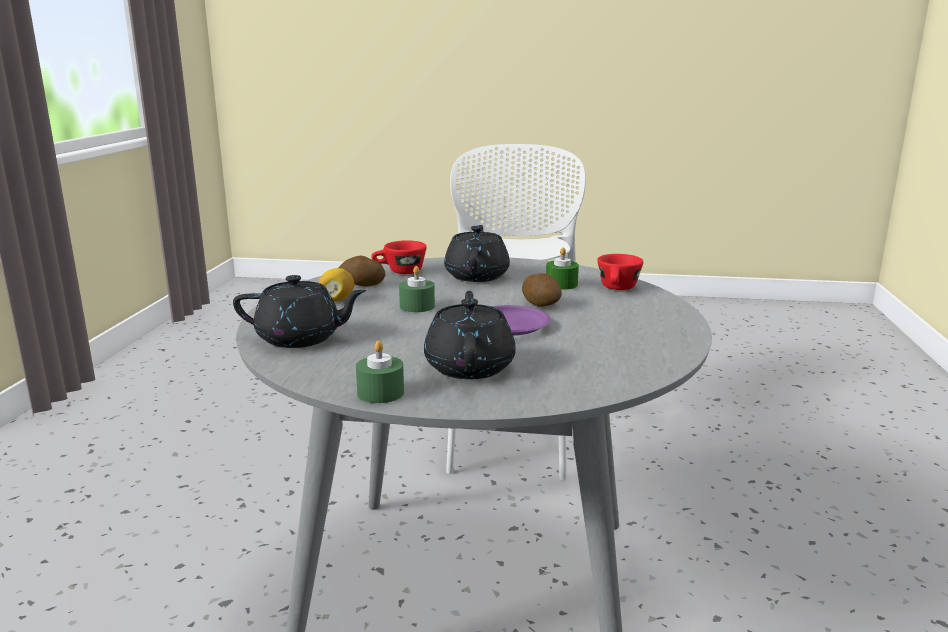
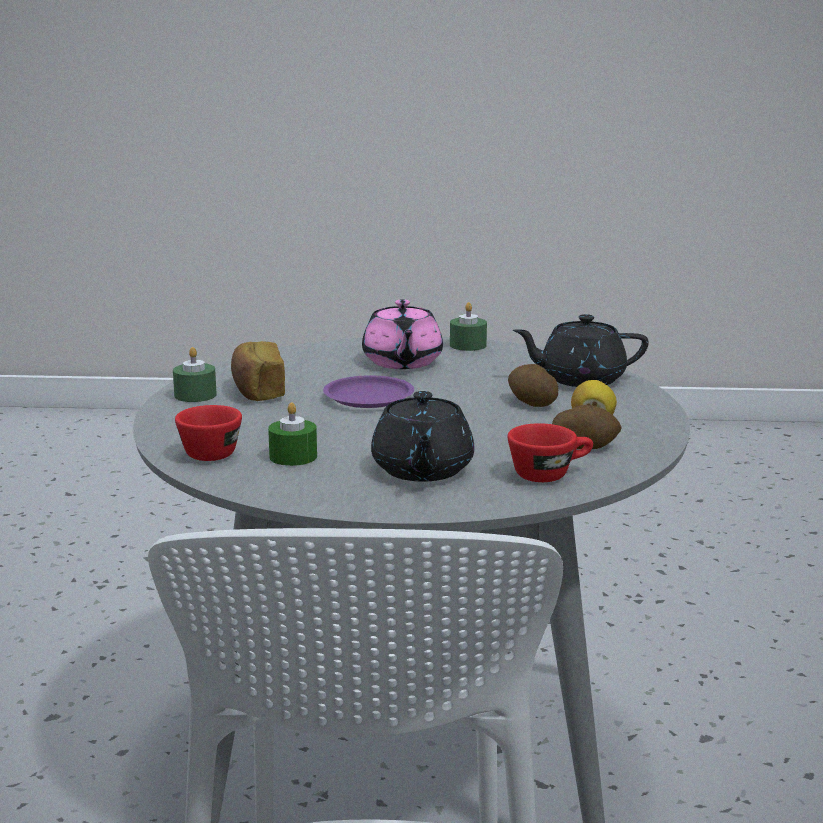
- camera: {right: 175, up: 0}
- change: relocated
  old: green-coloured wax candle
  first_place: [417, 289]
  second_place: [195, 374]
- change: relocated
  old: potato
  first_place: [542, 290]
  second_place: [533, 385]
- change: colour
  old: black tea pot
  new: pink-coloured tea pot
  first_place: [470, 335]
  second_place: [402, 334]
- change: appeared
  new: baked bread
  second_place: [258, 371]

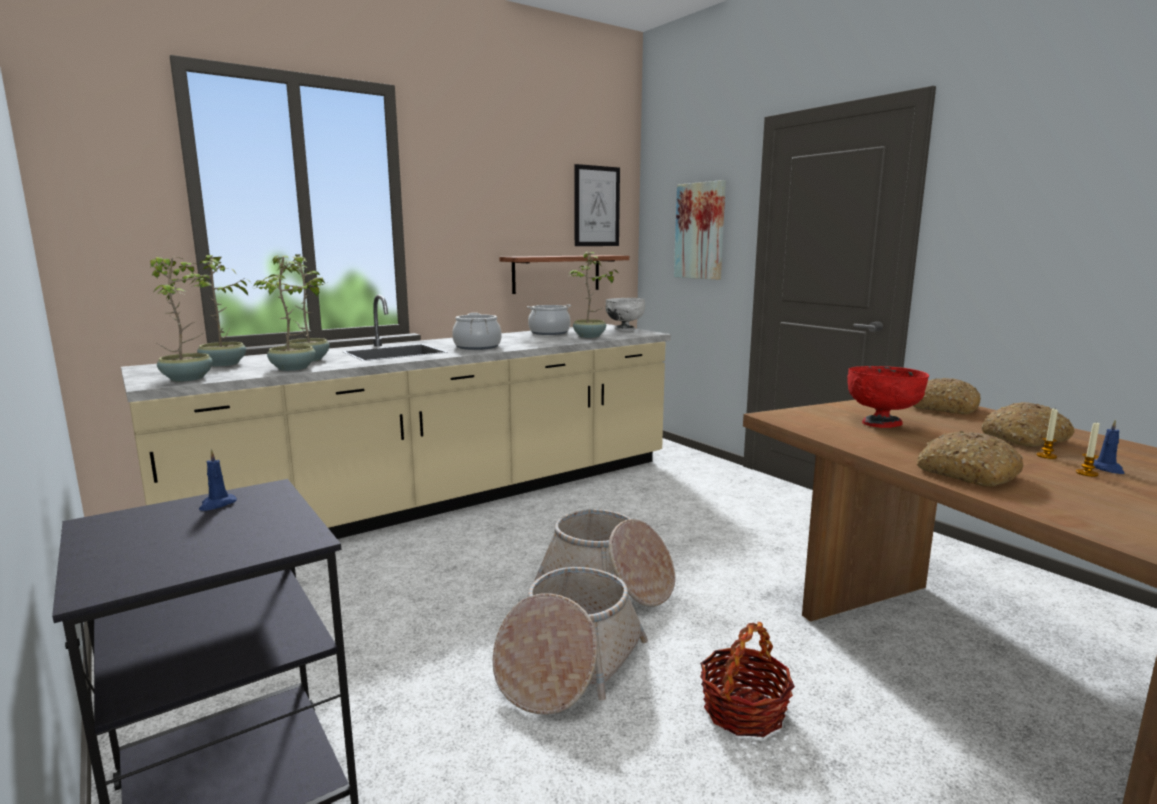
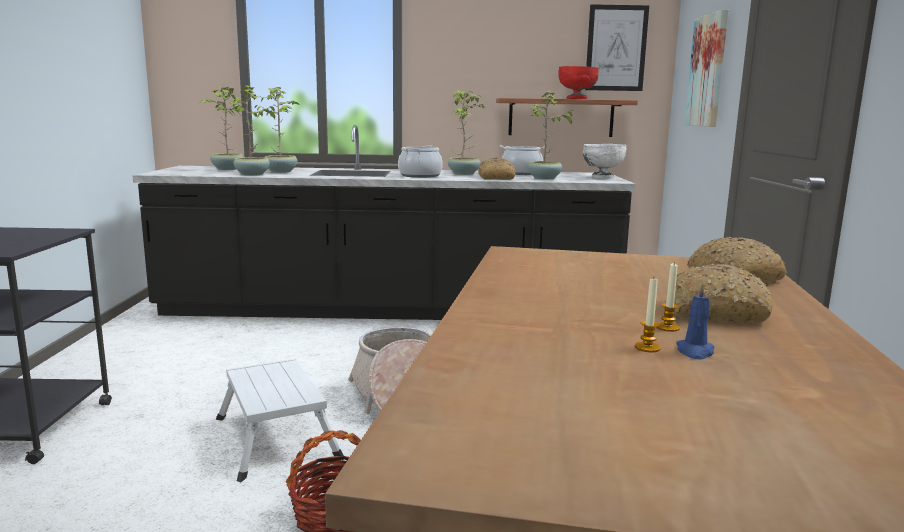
- camera: {right: 35, up: 0}
- change: relocated
  old: plant in a pot
  first_place: [181, 319]
  second_place: [466, 132]
- change: colour
  old: sand-coloured counter
  new: black counter
  first_place: [396, 417]
  second_place: [384, 222]
- change: relocated
  old: reddish deep dish
  first_place: [888, 397]
  second_place: [578, 82]
- change: relocated
  old: baked bread
  first_place: [970, 459]
  second_place: [497, 169]
- change: missing
  old: blue-coloured wax candle
  first_place: [218, 480]
- change: exchanged
  old: household basket
  new: white step ladder
  first_place: [570, 641]
  second_place: [279, 420]

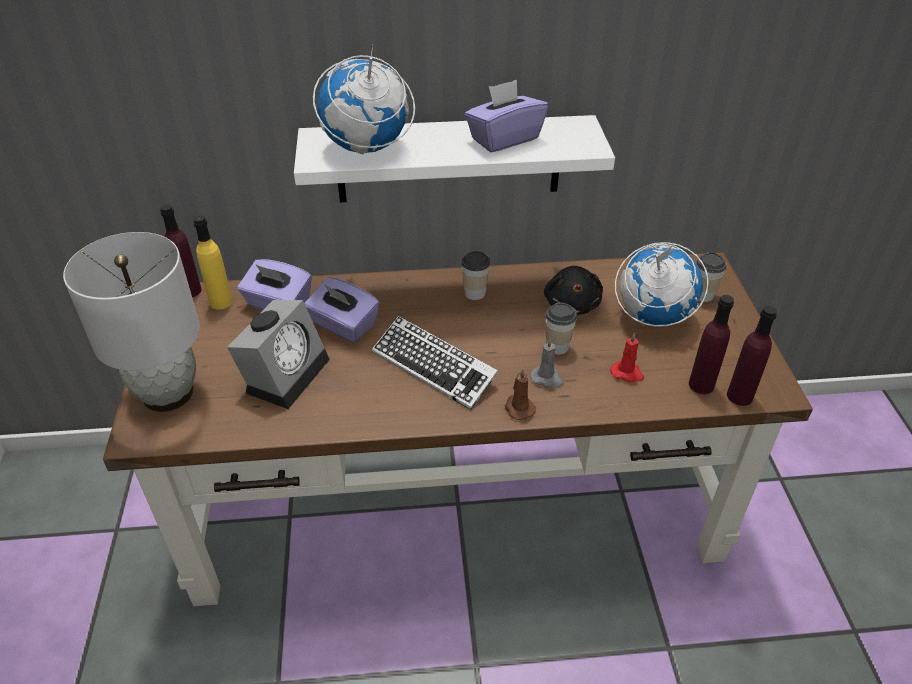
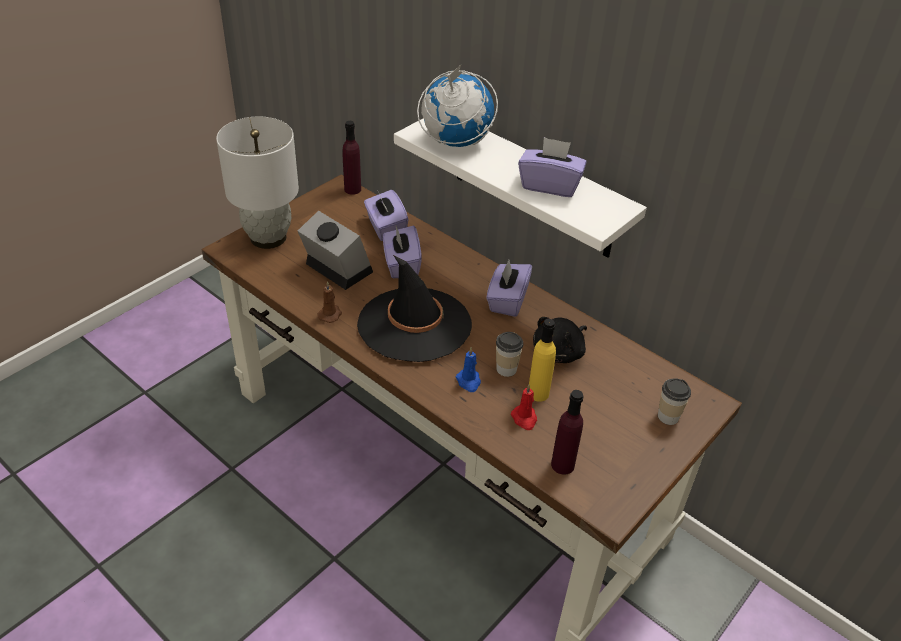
- camera: {right: 45, up: 0}
- change: relocated
  old: yellow beverage bottle
  first_place: [212, 262]
  second_place: [542, 360]
- change: missing
  old: globe
  first_place: [662, 284]
- change: exchanged
  old: drinking cup
  new: purple box of tissues
  first_place: [475, 275]
  second_place: [509, 288]
- change: spun
  old: bedside clock
  first_place: [278, 354]
  second_place: [335, 250]
  degrees: -120
- change: missing
  old: purple beverage bottle
  first_place: [752, 356]
- change: exchanged
  old: PC keyboard
  new: black clothing hat
  first_place: [435, 363]
  second_place: [414, 308]
- change: colour
  old: gray wax candle
  new: blue-coloured wax candle
  first_place: [546, 363]
  second_place: [468, 369]
- change: relocated
  old: brown wax candle
  first_place: [520, 394]
  second_place: [329, 302]

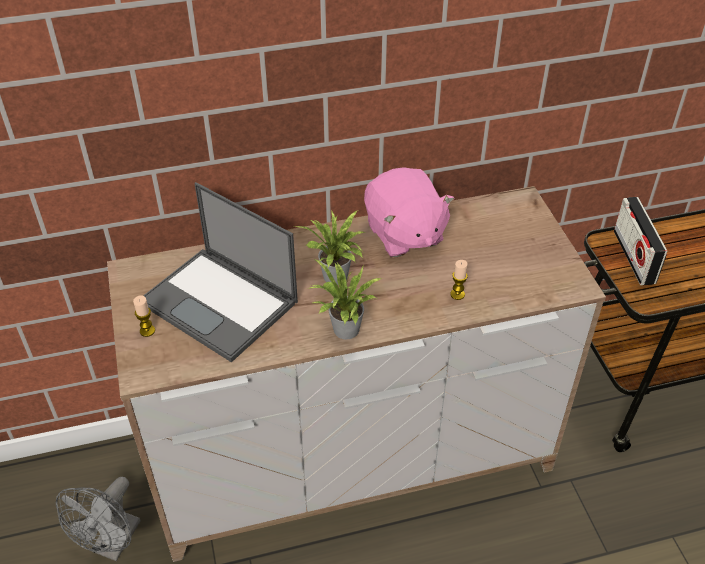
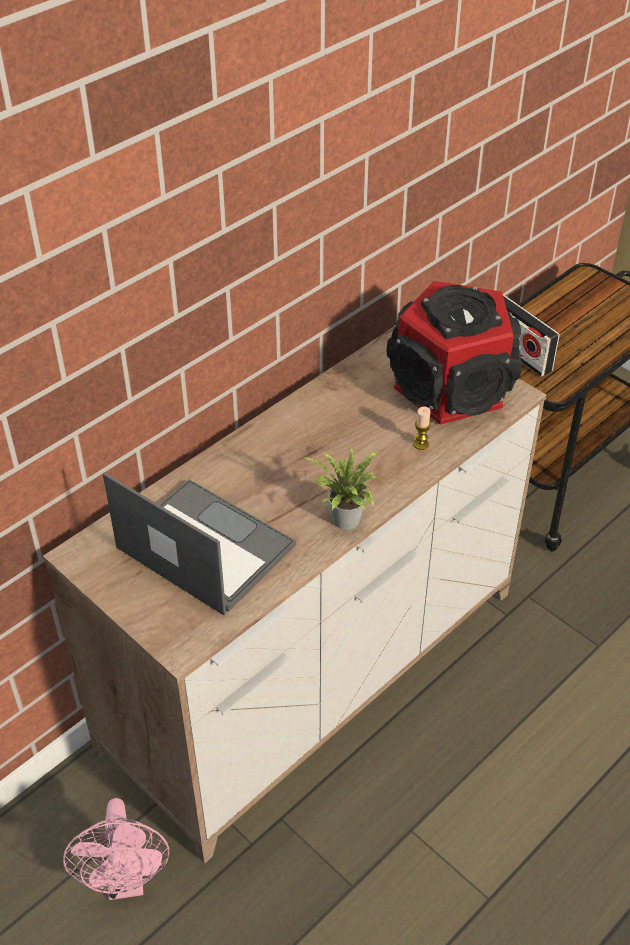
- camera: {right: -30, up: 0}
- change: missing
  old: pink-coloured soft toy
  first_place: [409, 212]
- change: spun
  old: portable computer
  first_place: [220, 272]
  second_place: [199, 544]
  degrees: -150
- change: missing
  old: plant in a pot
  first_place: [329, 247]
- change: missing
  old: wax candle
  first_place: [144, 316]
- change: colour
  old: gray cooling fan
  new: pink-coloured cooling fan
  first_place: [98, 519]
  second_place: [116, 849]
- change: appeared
  new: loudspeaker
  second_place: [454, 353]

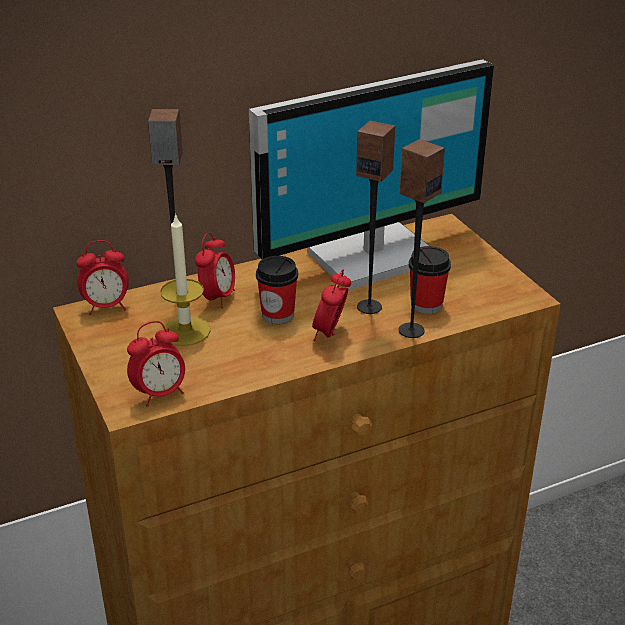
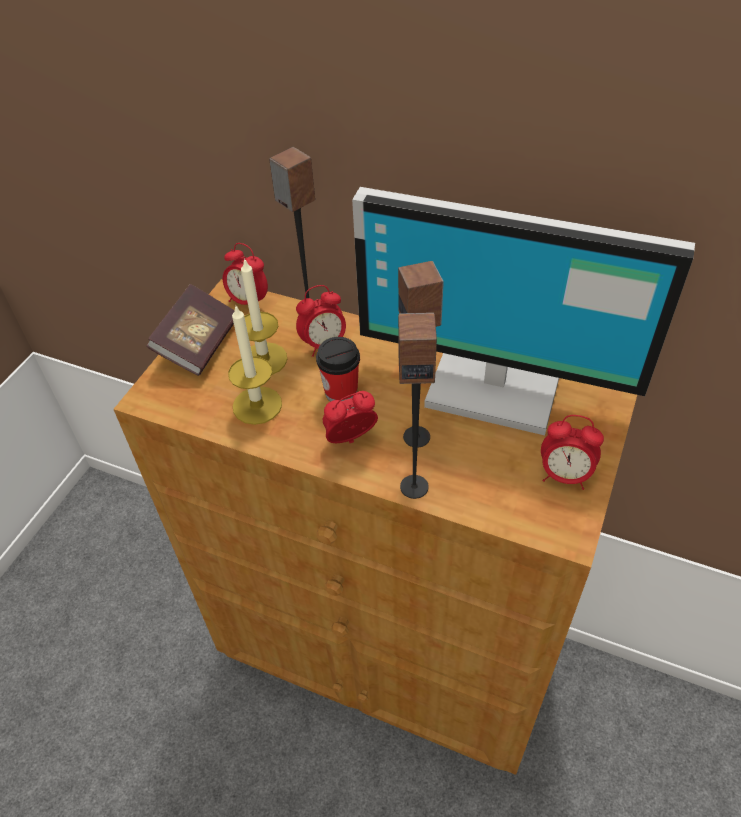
- camera: {right: 50, up: 15}
- change: missing
  old: drinking cup
  first_place: [430, 280]
- change: relocated
  old: bedside clock
  first_place: [156, 364]
  second_place: [572, 452]
- change: appeared
  new: book
  second_place: [190, 330]
- change: appeared
  new: wax candle
  second_place: [255, 364]

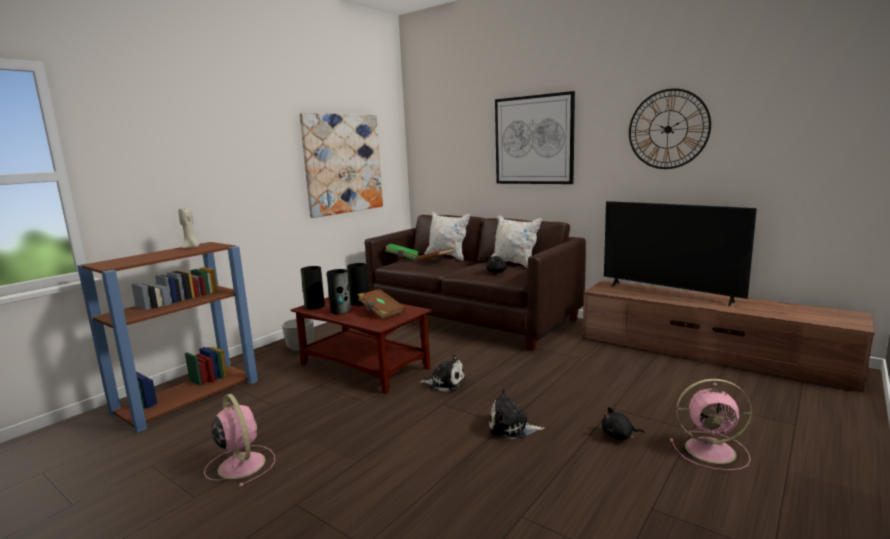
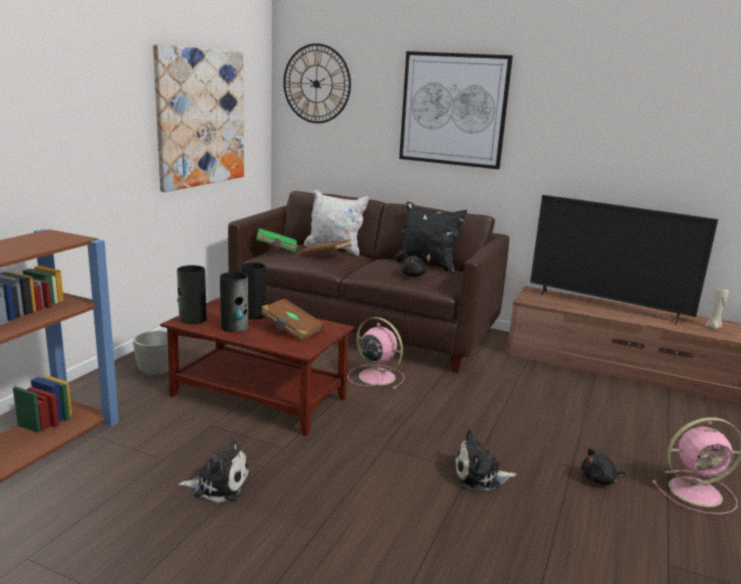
- camera: {right: -15, up: 5}
- change: relocated
  old: hanging clock
  first_place: [670, 128]
  second_place: [317, 83]
- change: relocated
  old: sand-coloured wax candle
  first_place: [188, 227]
  second_place: [716, 308]
- change: colour
  old: white throw pillow
  new: black throw pillow
  first_place: [516, 241]
  second_place: [430, 237]
- change: relocated
  old: soft toy
  first_place: [443, 373]
  second_place: [214, 471]
- change: relocated
  old: pink-coloured cooling fan
  first_place: [239, 440]
  second_place: [376, 353]

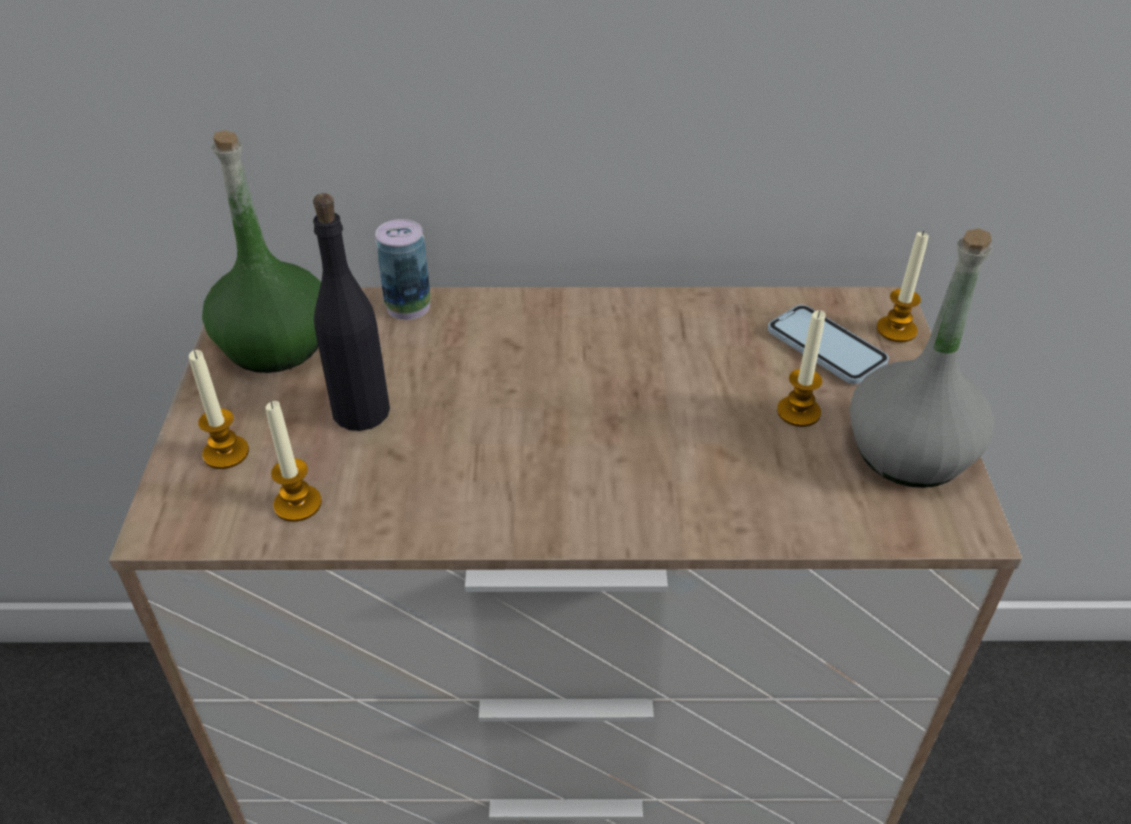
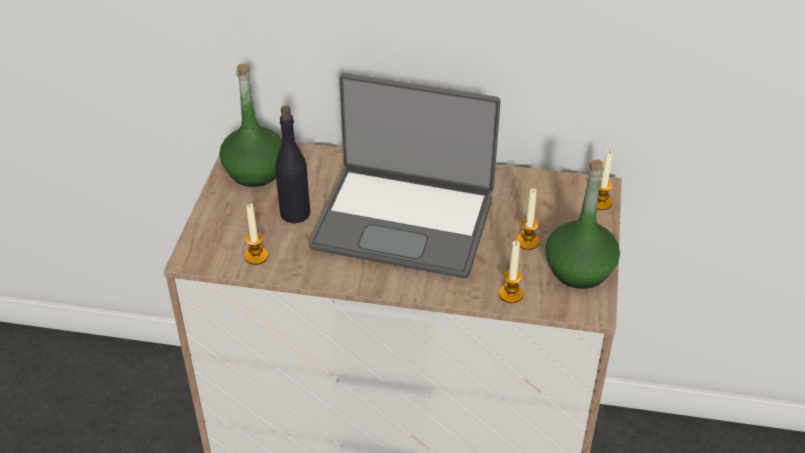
- camera: {right: 10, up: 0}
- change: missing
  old: sealed can
  first_place: [403, 269]
- change: colour
  old: gray beverage bottle
  new: green-coloured beverage bottle
  first_place: [922, 358]
  second_place: [582, 224]
- change: missing
  old: telephone
  first_place: [828, 344]
- change: relocated
  old: wax candle
  first_place: [219, 409]
  second_place: [511, 272]
- change: appeared
  new: portable computer
  second_place: [405, 175]

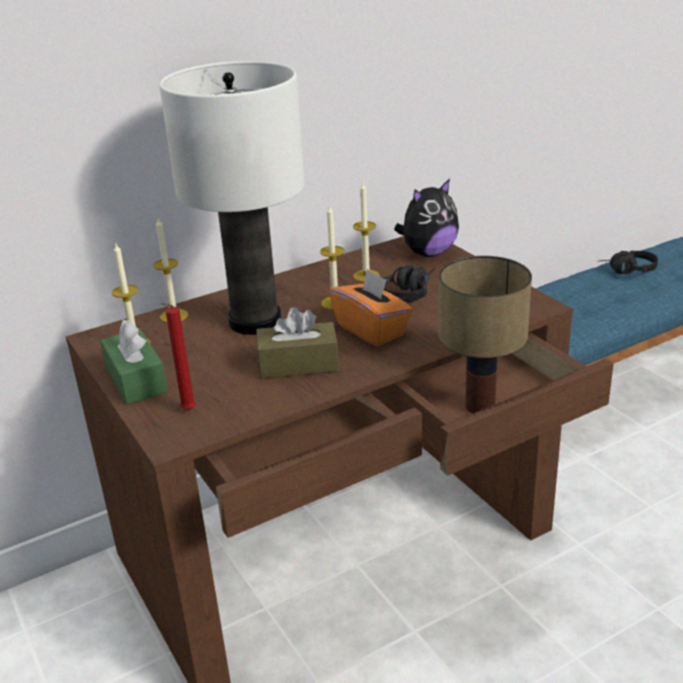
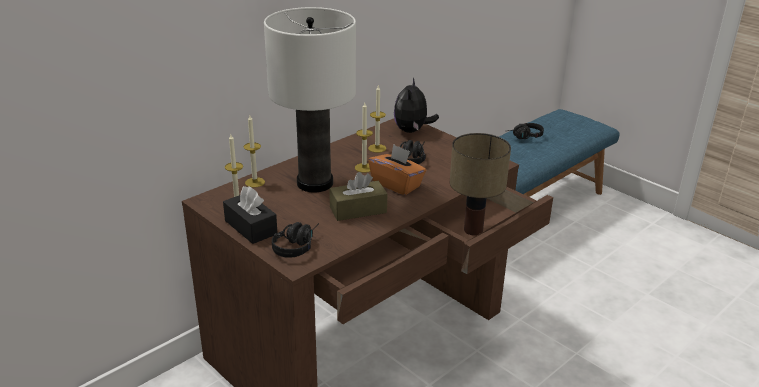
- camera: {right: -15, up: 0}
- change: spun
  old: soft toy
  first_place: [426, 217]
  second_place: [416, 105]
  degrees: 150
- change: exchanged
  old: reddish wax candle
  new: black headset
  first_place: [178, 356]
  second_place: [295, 240]
- change: colour
  old: green-coloured box of tissues
  new: black box of tissues
  first_place: [134, 362]
  second_place: [250, 215]

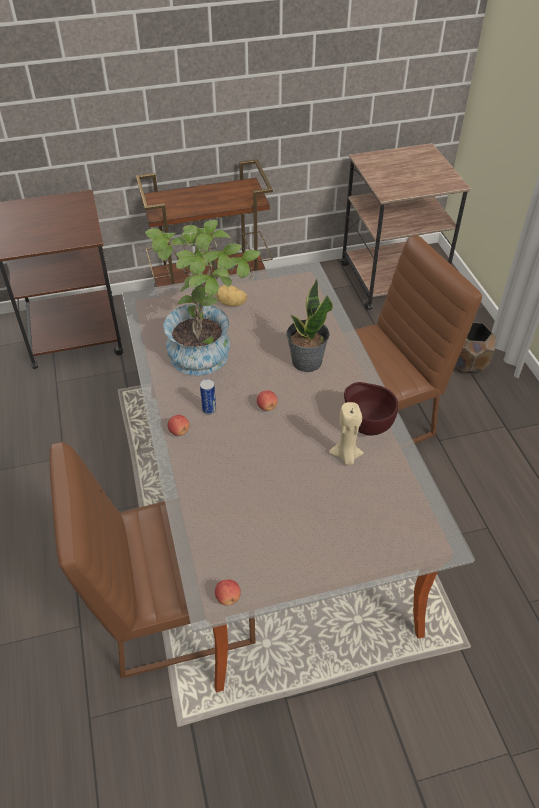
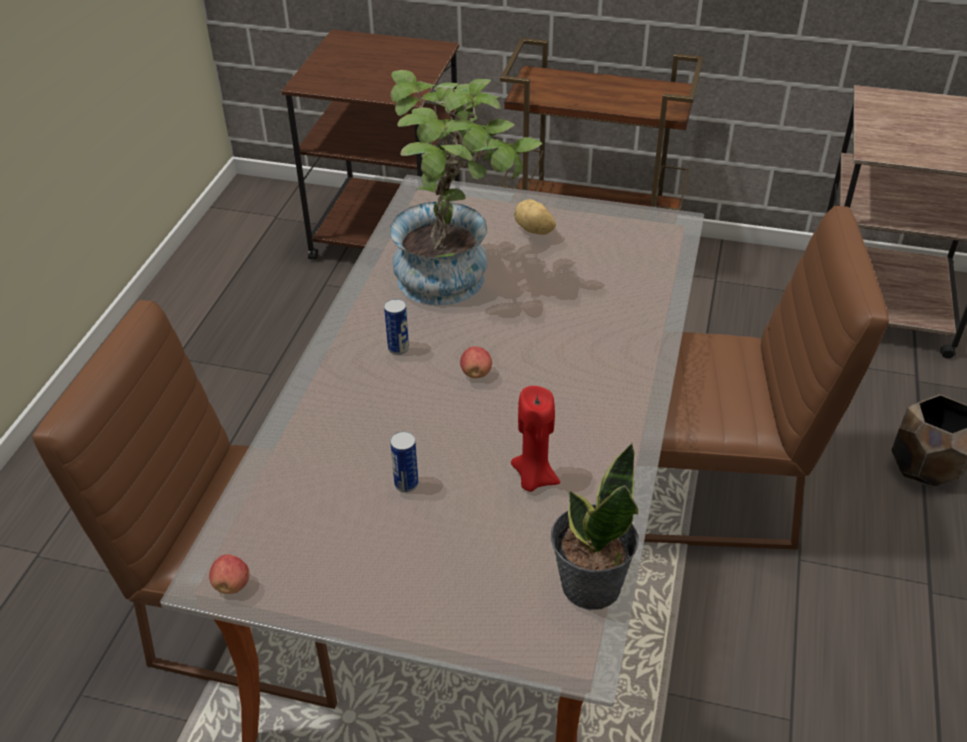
- camera: {right: 30, up: -5}
- change: relocated
  old: plant in a pot
  first_place: [309, 325]
  second_place: [595, 526]
- change: missing
  old: brown deep dish
  first_place: [371, 408]
- change: colour
  old: sand-coloured wax candle
  new: reddish wax candle
  first_place: [346, 433]
  second_place: [535, 439]
- change: missing
  old: whole apple
  first_place: [178, 425]
- change: appeared
  new: sealed can
  second_place: [404, 461]

